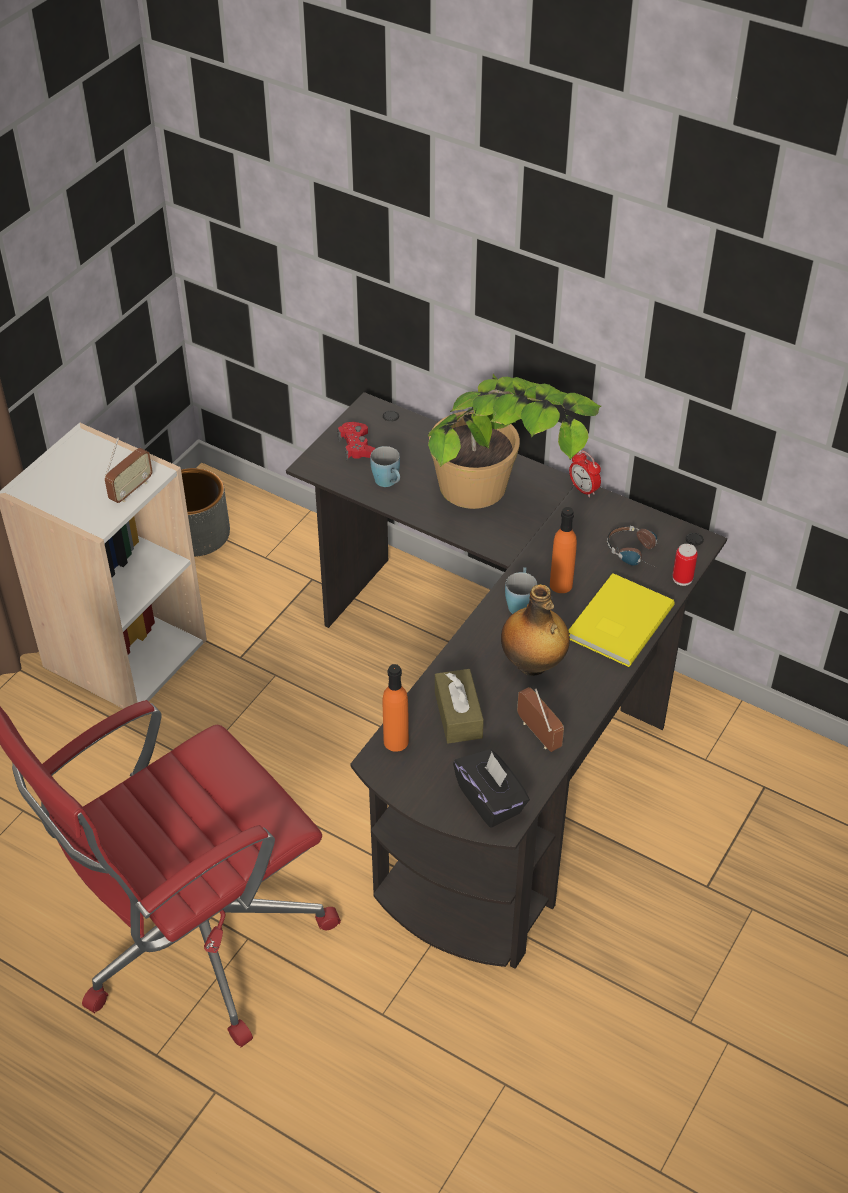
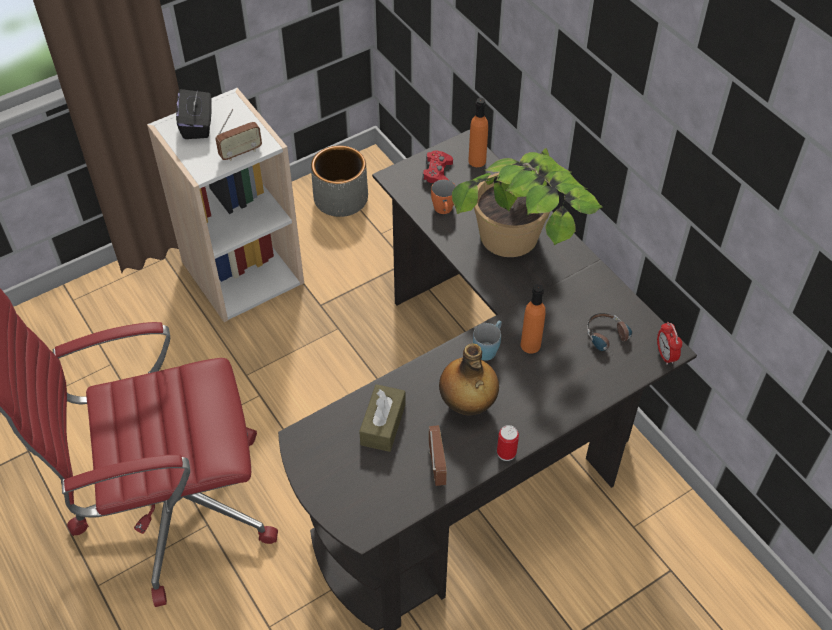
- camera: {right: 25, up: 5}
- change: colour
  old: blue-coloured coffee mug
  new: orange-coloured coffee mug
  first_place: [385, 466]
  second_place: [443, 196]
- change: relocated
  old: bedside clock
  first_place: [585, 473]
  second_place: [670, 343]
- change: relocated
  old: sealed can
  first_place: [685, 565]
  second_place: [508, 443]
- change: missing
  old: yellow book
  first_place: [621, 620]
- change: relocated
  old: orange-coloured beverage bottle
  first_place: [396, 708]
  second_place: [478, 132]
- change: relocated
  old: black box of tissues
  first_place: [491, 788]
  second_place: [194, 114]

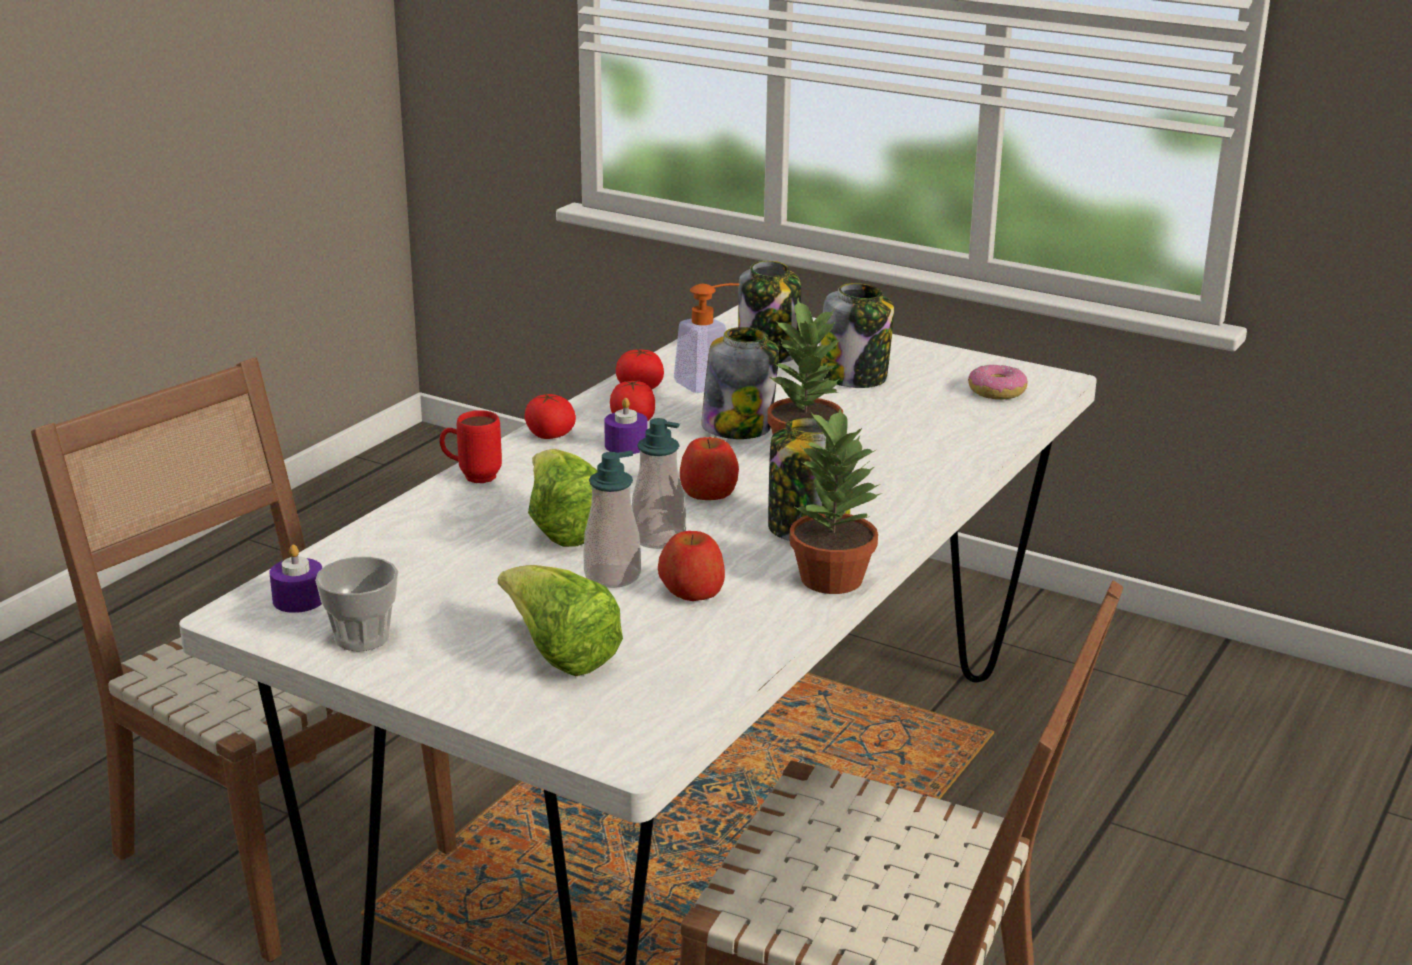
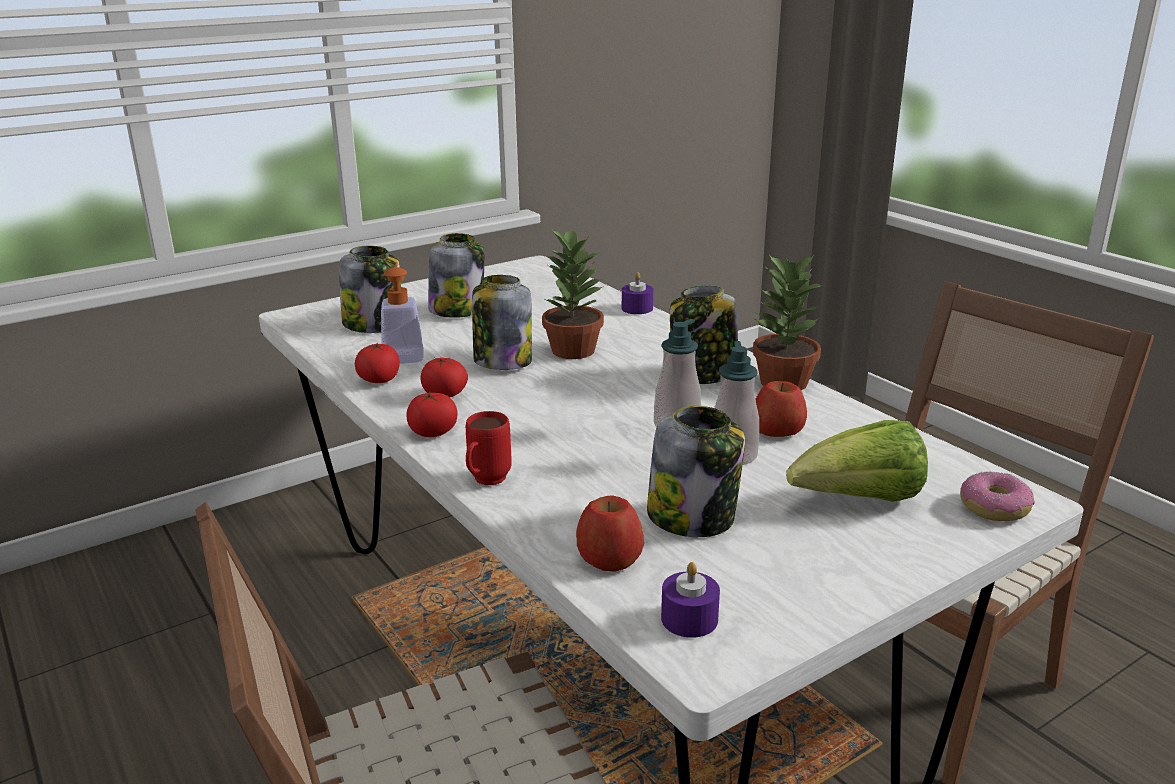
- camera: {right: -65, up: 0}
- change: relocated
  old: doughnut
  first_place: [998, 381]
  second_place: [997, 496]
- change: relocated
  old: purple wax candle
  first_place: [626, 426]
  second_place: [637, 293]
- change: relocated
  old: whole apple
  first_place: [709, 468]
  second_place: [610, 533]
- change: missing
  old: head of lettuce
  first_place: [562, 498]
- change: missing
  old: drinking cup
  first_place: [356, 604]
- change: appeared
  new: storage jar
  second_place: [696, 471]

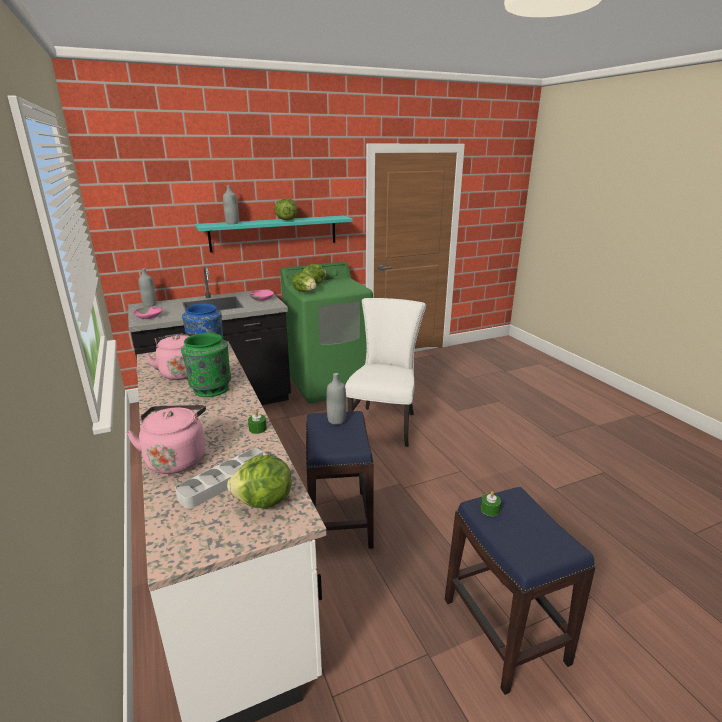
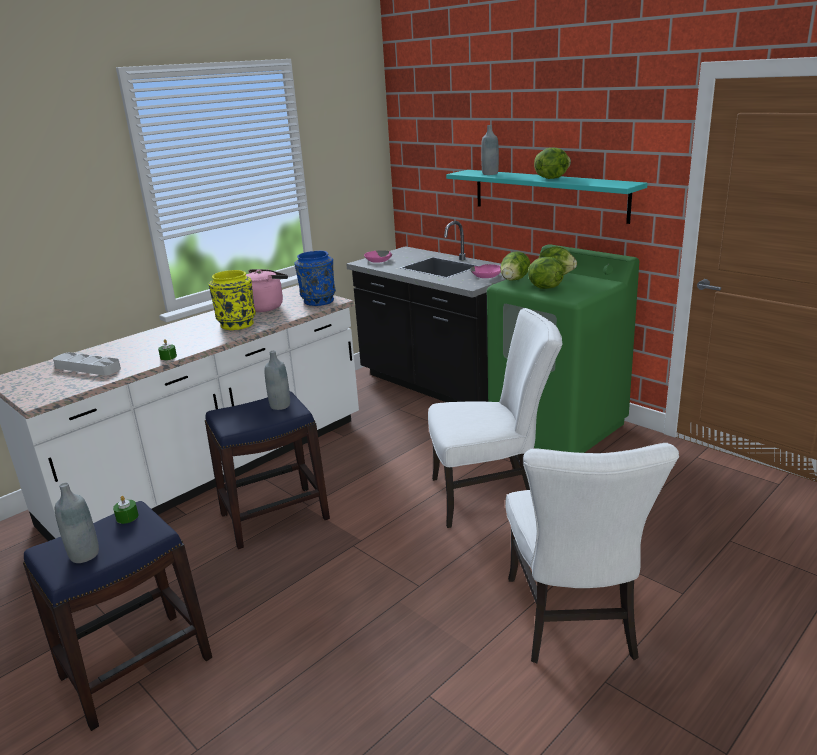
- camera: {right: 70, up: 0}
- change: relocated
  old: gray beverage bottle
  first_place: [147, 287]
  second_place: [77, 523]
- change: colour
  old: green-coloured vase
  new: yellow vase
  first_place: [206, 365]
  second_place: [232, 300]
- change: missing
  old: pink-coloured kettle
  first_place: [166, 439]
- change: relocated
  old: head of lettuce
  first_place: [259, 482]
  second_place: [546, 273]
- change: appeared
  new: white chair
  second_place: [592, 553]

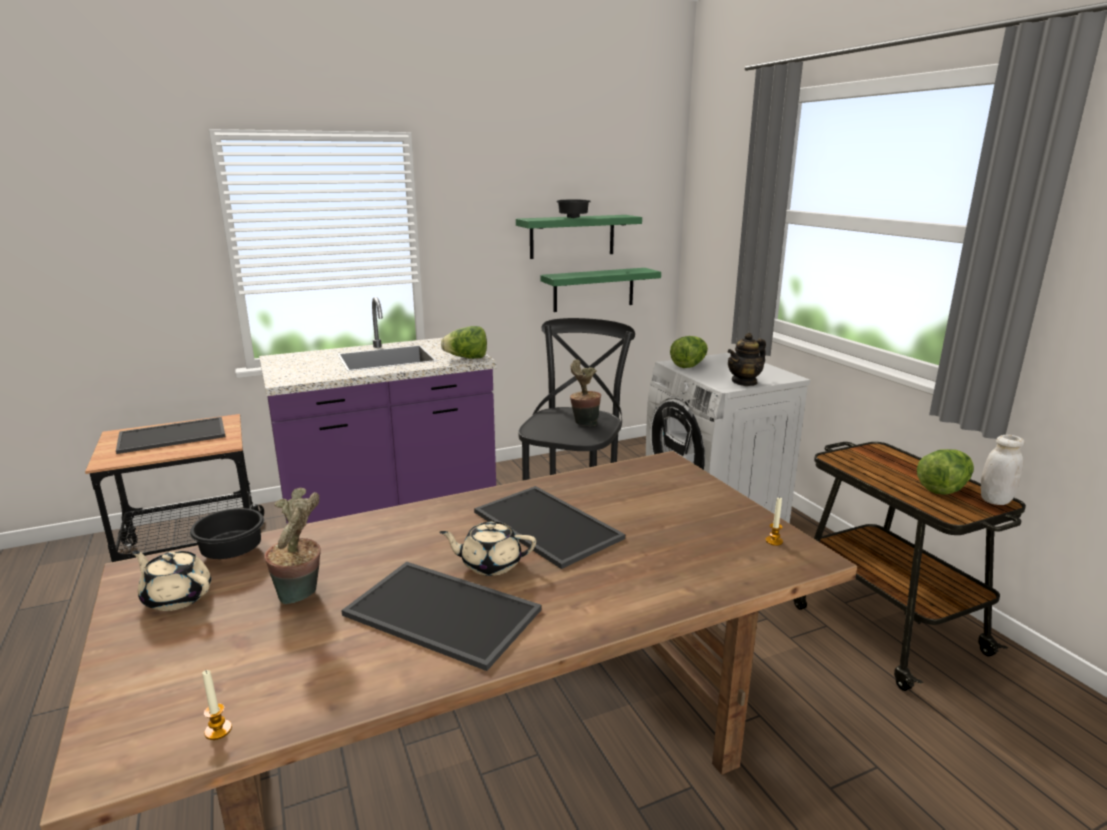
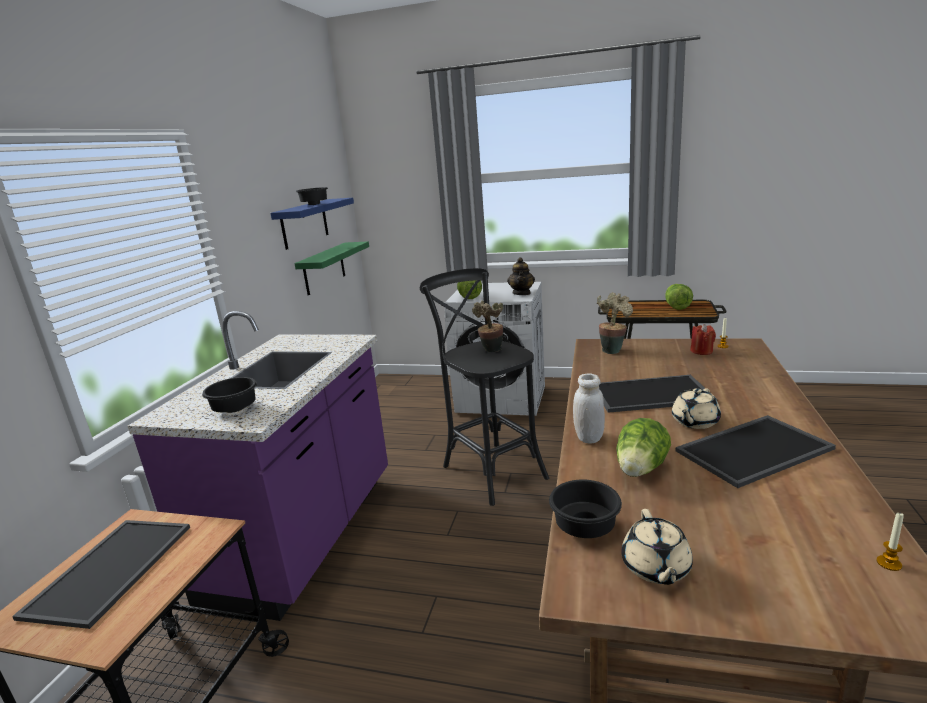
- camera: {right: -50, up: 0}
- change: colour
  old: green-coloured shelf
  new: blue-coloured shelf
  first_place: [579, 237]
  second_place: [312, 224]
- change: relocated
  old: head of lettuce
  first_place: [464, 342]
  second_place: [643, 447]
- change: relocated
  old: white storage jar
  first_place: [1002, 470]
  second_place: [589, 408]
- change: relocated
  old: plant in a pot
  first_place: [293, 546]
  second_place: [615, 323]
- change: spun
  old: sand-coloured tea pot
  first_place: [171, 581]
  second_place: [657, 547]
  degrees: -60
- change: appeared
  new: reddish wax candle
  second_place: [703, 339]
- change: appeared
  new: black deep dish
  second_place: [229, 395]

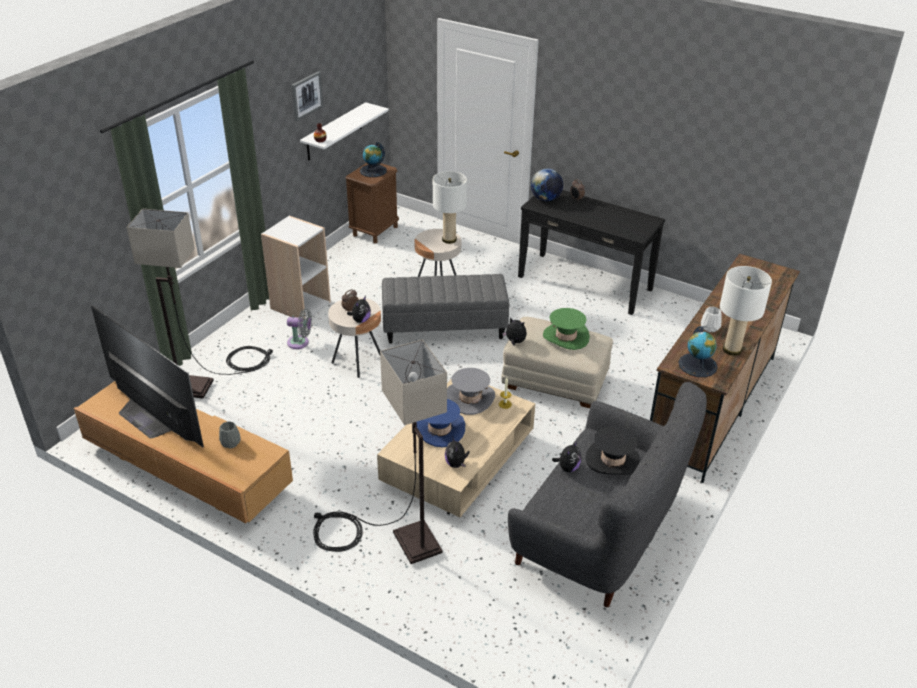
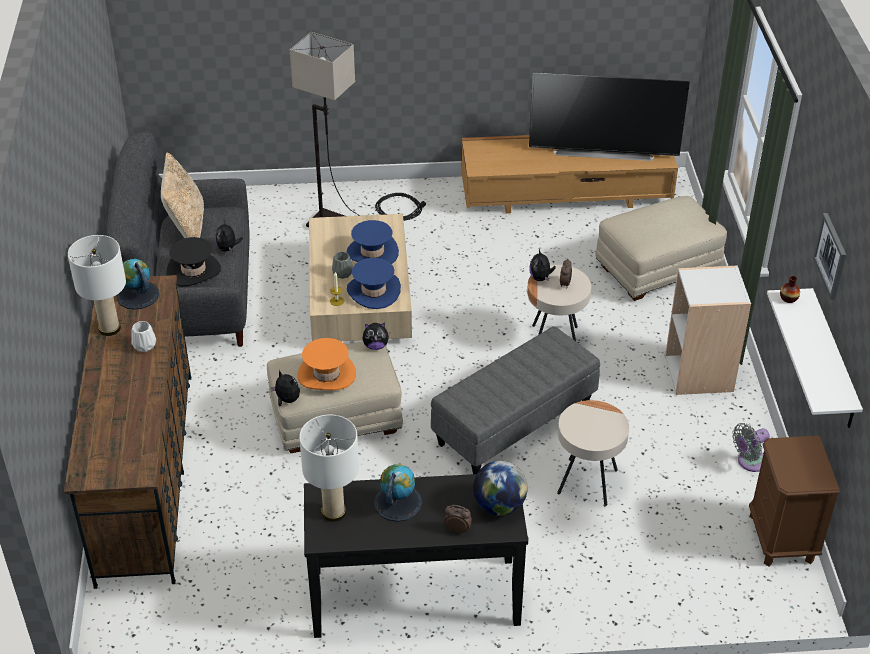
- camera: {right: 145, up: 5}
- change: relocated
  old: globe
  first_place: [373, 159]
  second_place: [398, 493]
- change: relocated
  old: white tabletop lamp
  first_place: [450, 207]
  second_place: [329, 468]
- change: exchanged
  old: standing lamp
  new: sand-coloured ottoman
  first_place: [200, 303]
  second_place: [661, 248]
- change: colour
  old: green-coloured clothing hat
  new: orange-coloured clothing hat
  first_place: [566, 329]
  second_place: [327, 364]
- change: relocated
  old: gray cooling fan
  first_place: [299, 329]
  second_place: [751, 447]
- change: colour
  old: gray clothing hat
  new: blue-coloured clothing hat
  first_place: [471, 391]
  second_place: [374, 283]
- change: relocated
  old: gray vase
  first_place: [230, 434]
  second_place: [342, 265]
- change: relocated
  old: soft toy
  first_place: [457, 452]
  second_place: [285, 388]
- change: appeared
  new: sand-coloured throw pillow
  second_place: [182, 195]

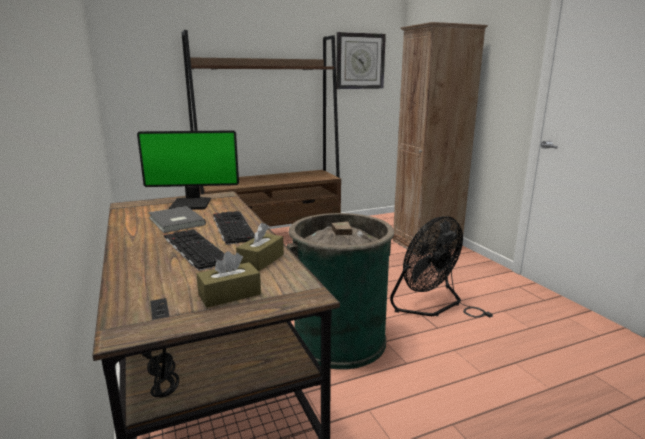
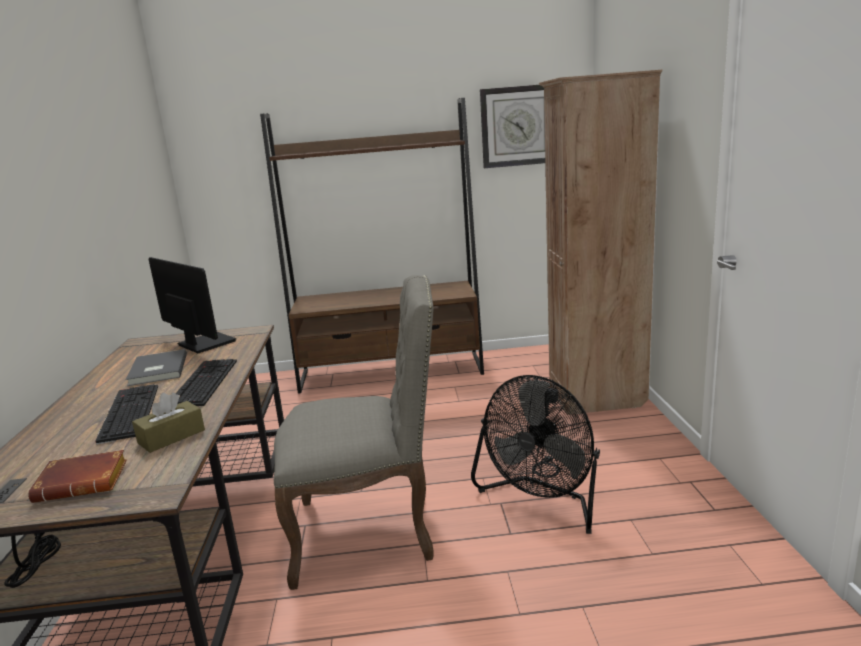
- camera: {right: 20, up: 0}
- change: spun
  old: monitor
  first_place: [188, 170]
  second_place: [192, 305]
  degrees: -150
- change: exchanged
  old: green-coloured trash can
  new: gray chair
  first_place: [340, 291]
  second_place: [354, 432]
- change: spun
  old: black cooling fan
  first_place: [441, 267]
  second_place: [535, 454]
  degrees: -120
- change: exchanged
  old: brown box of tissues
  new: brown book
  first_place: [229, 279]
  second_place: [77, 476]

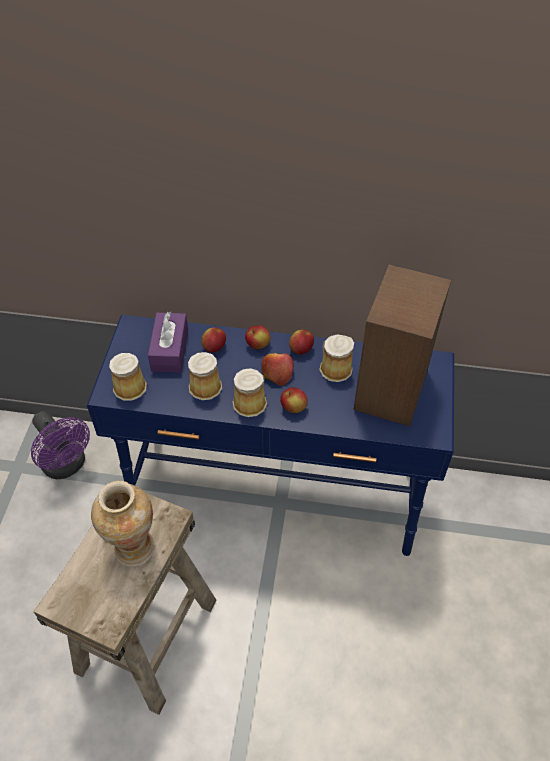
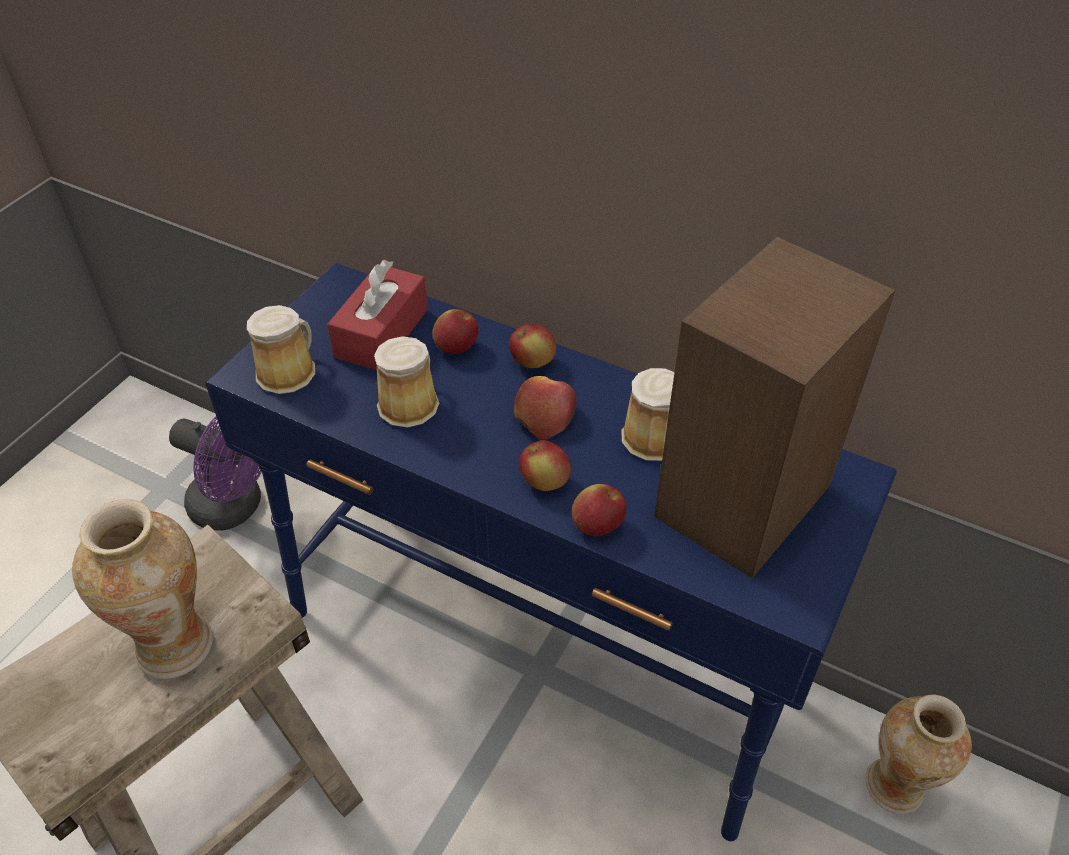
- camera: {right: 20, up: -5}
- change: colour
  old: purple box of tissues
  new: reddish box of tissues
  first_place: [168, 342]
  second_place: [377, 314]
- change: relocated
  old: whole apple
  first_place: [301, 341]
  second_place: [599, 510]
- change: missing
  old: coffee mug
  first_place: [250, 392]
- change: spun
  old: purple cooling fan
  first_place: [60, 445]
  second_place: [215, 473]
  degrees: -45
- change: appeared
  new: vase
  second_place: [918, 754]

